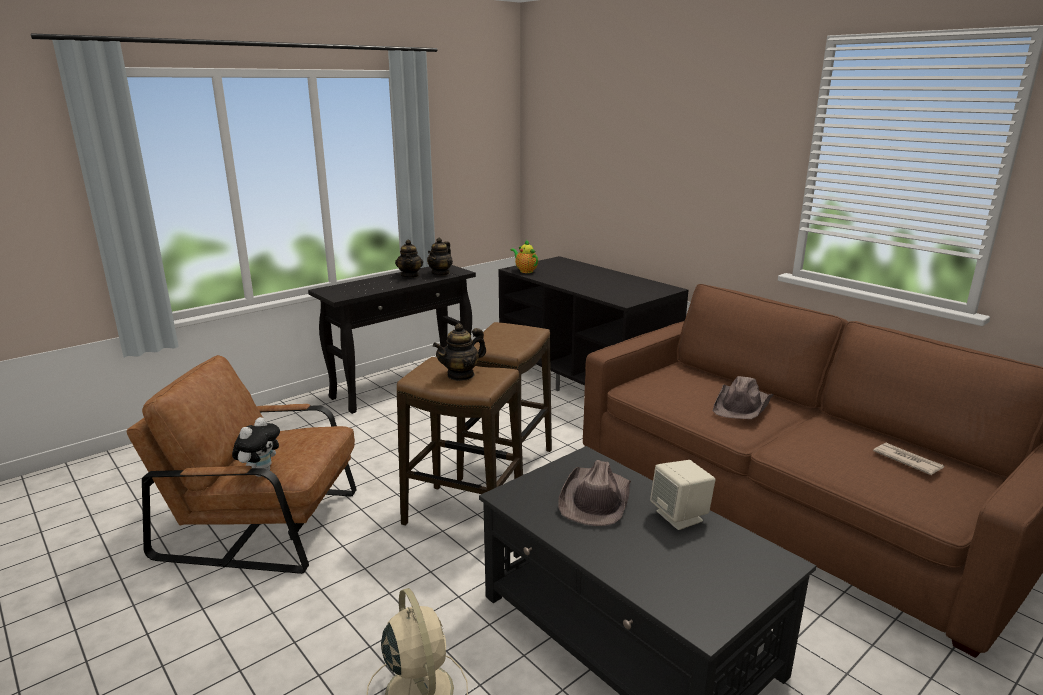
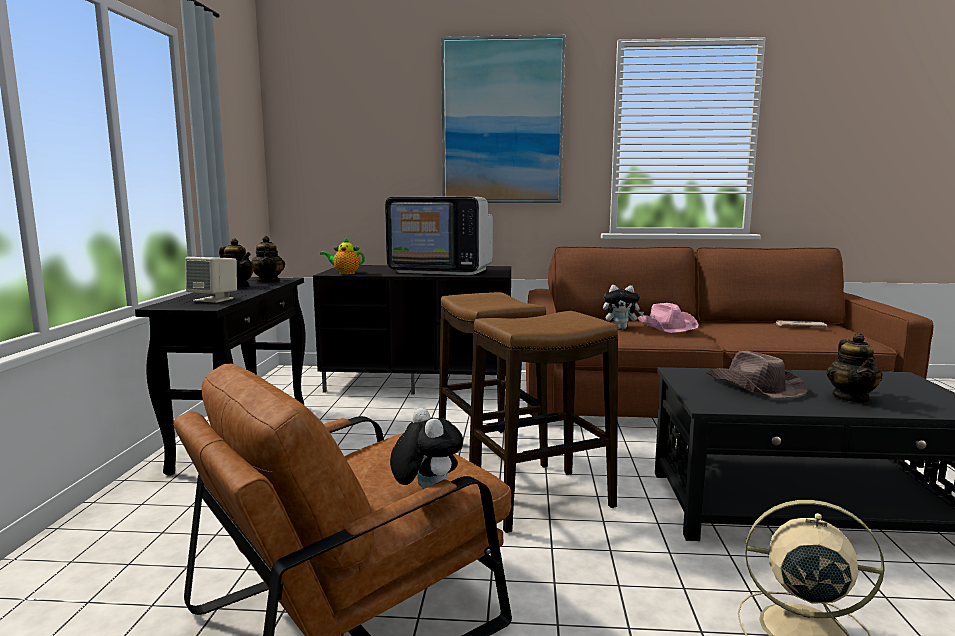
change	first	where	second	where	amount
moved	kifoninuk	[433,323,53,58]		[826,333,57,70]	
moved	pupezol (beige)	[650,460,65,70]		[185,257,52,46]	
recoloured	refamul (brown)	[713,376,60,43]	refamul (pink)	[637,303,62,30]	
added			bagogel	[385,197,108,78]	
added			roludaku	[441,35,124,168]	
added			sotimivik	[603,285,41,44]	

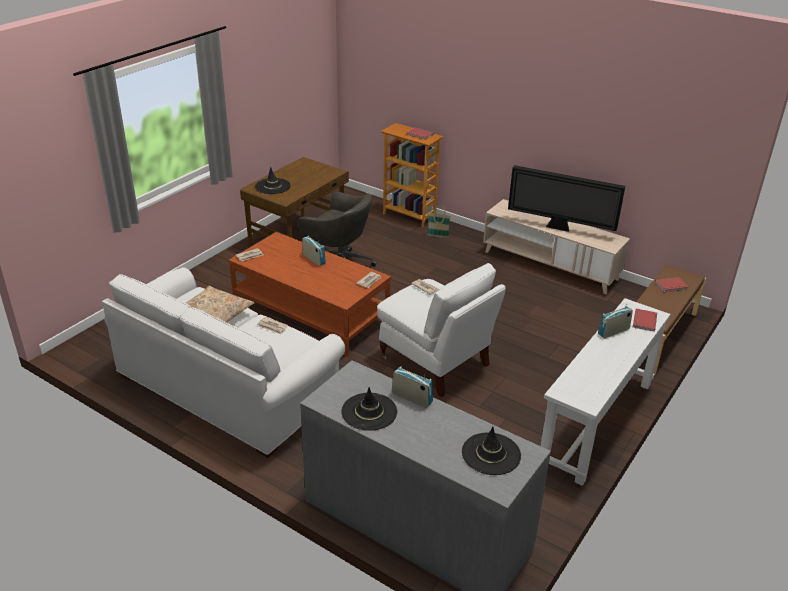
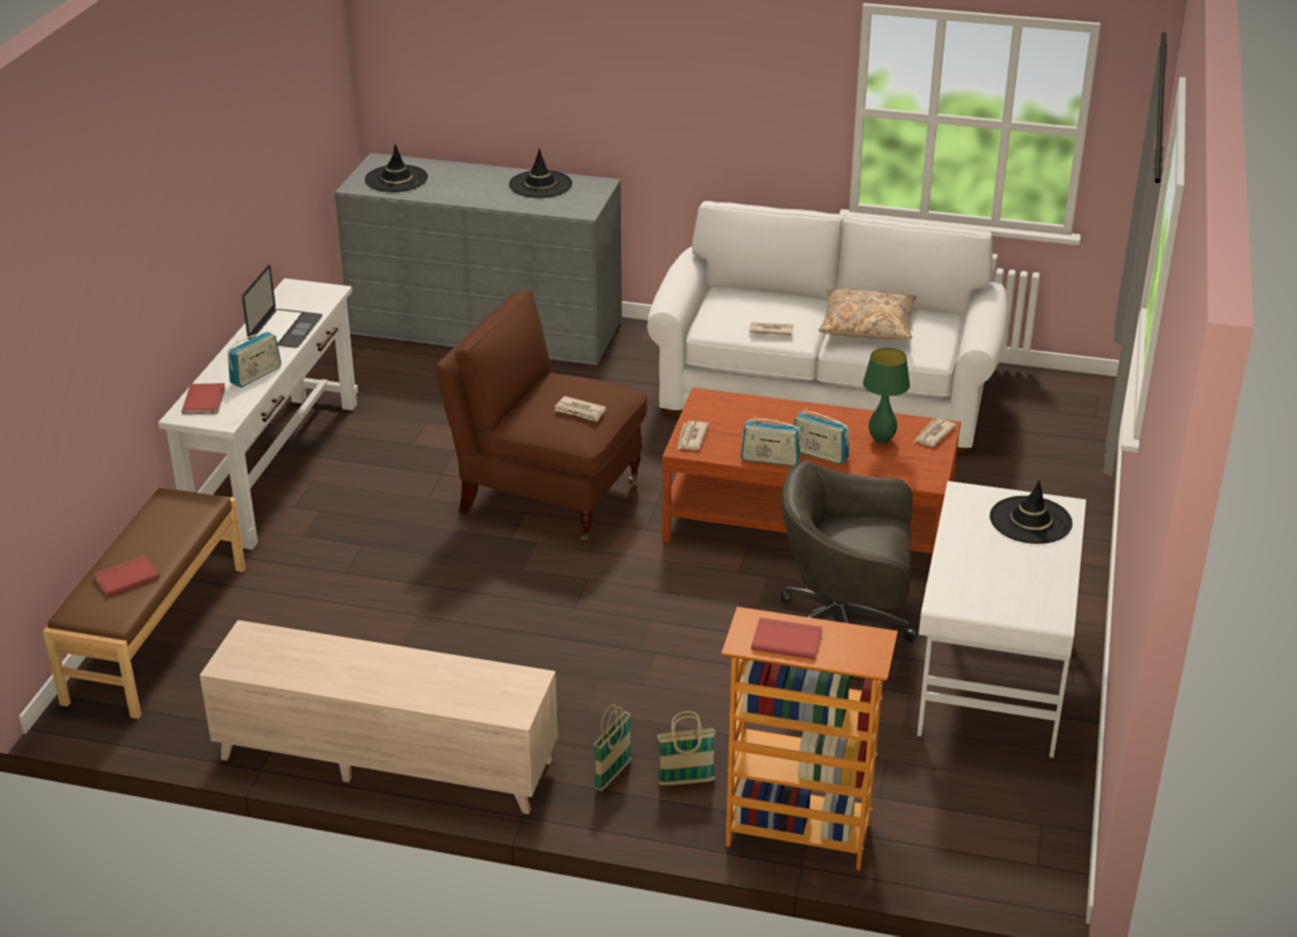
change	first	where	second	where	amount
recoloured	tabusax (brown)	[240,157,109,91]	tabusax (white)	[917,481,169,277]	
recoloured	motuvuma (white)	[377,263,129,134]	motuvuma (brown)	[435,291,212,250]	
moved	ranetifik	[392,367,41,41]		[741,416,60,50]	
removed	bagogel	[508,165,117,67]			
added			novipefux	[242,264,81,84]	
added			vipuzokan	[593,704,38,87]	
added			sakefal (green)	[863,348,47,96]	

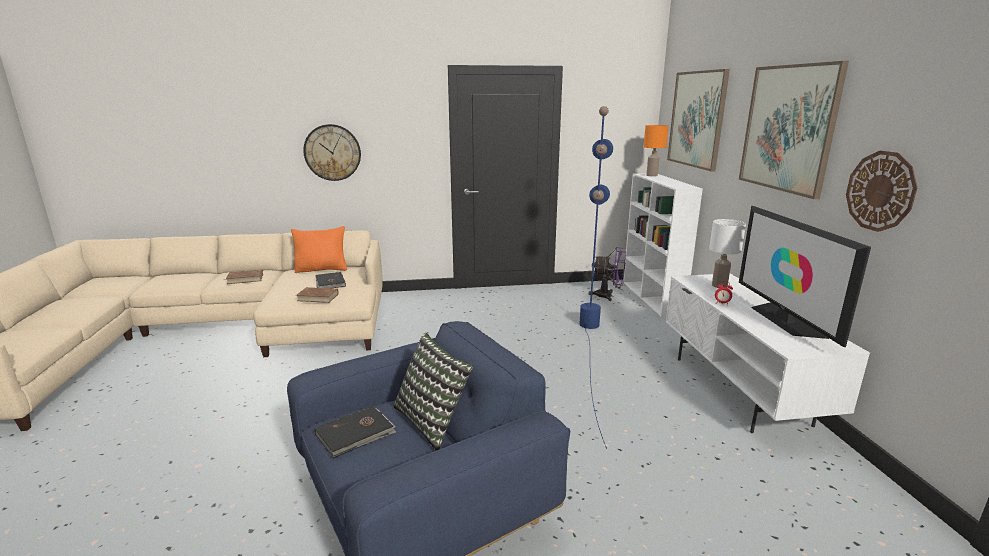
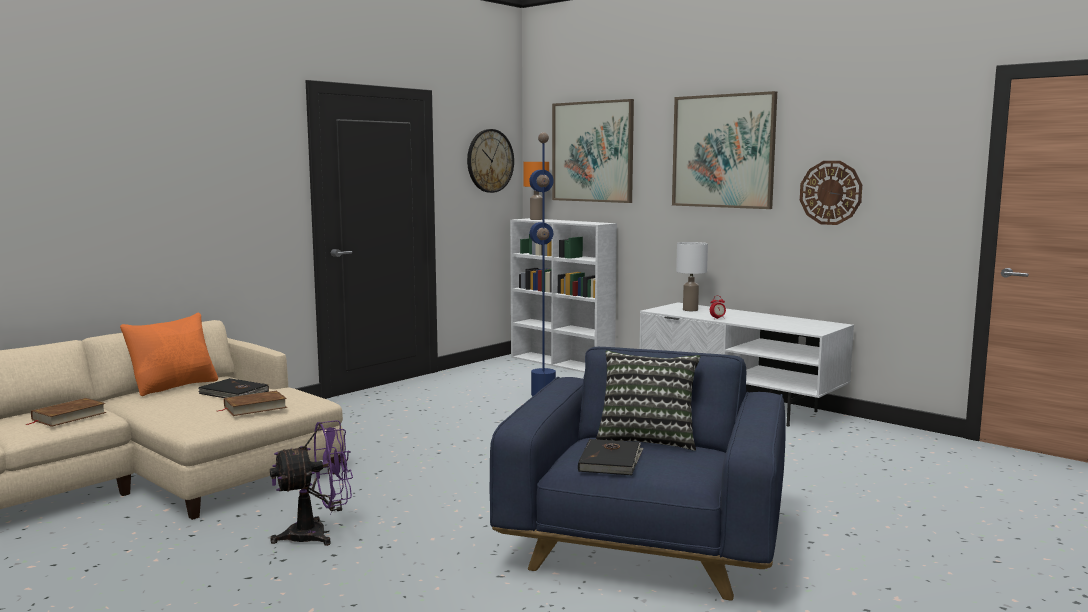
change	first	where	second	where	amount
moved	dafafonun	[303,124,58,57]		[467,129,47,64]	
moved	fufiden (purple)	[589,247,37,54]		[270,420,83,126]	
removed	bagogel	[739,206,132,141]			

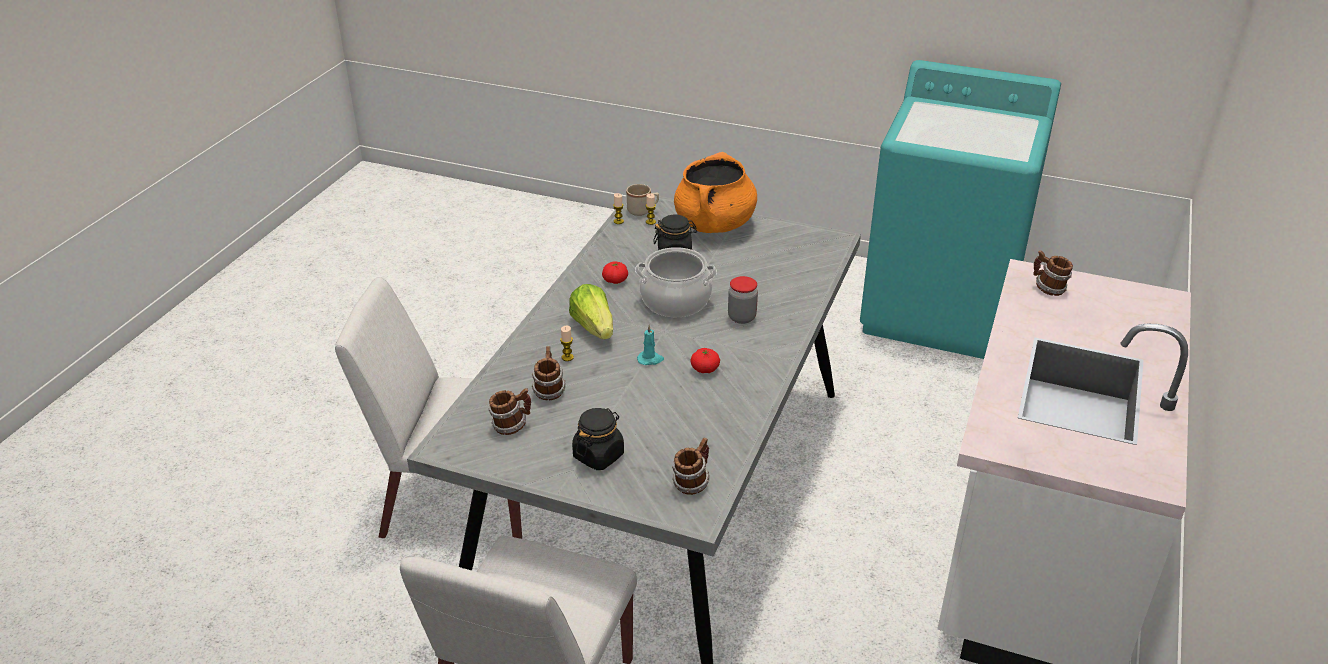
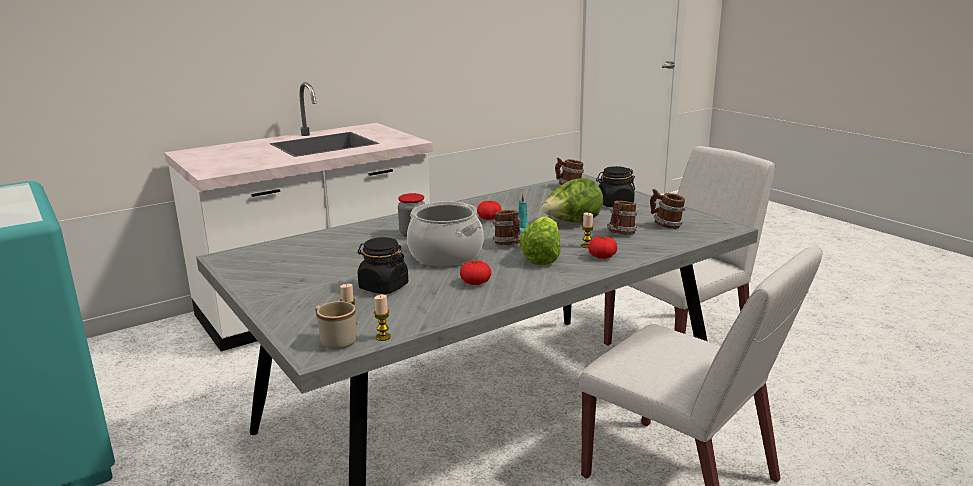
change	first	where	second	where	amount
removed	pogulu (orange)	[674,152,83,81]			
moved	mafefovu	[1033,250,40,46]		[493,210,29,35]	
added			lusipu	[542,178,61,45]	
added			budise	[588,236,29,23]	

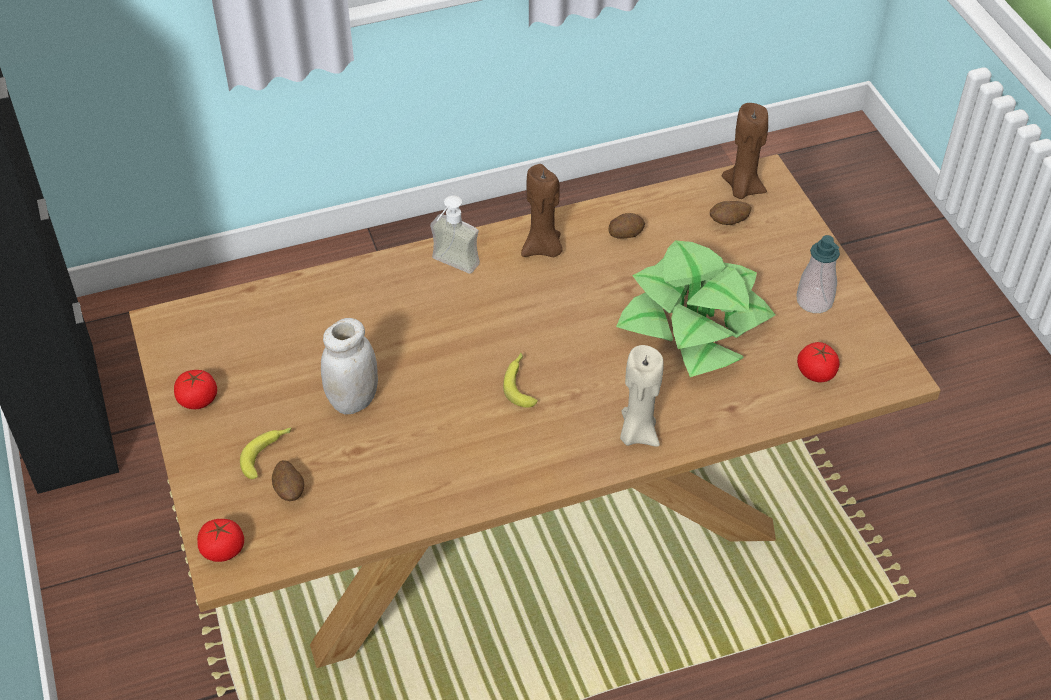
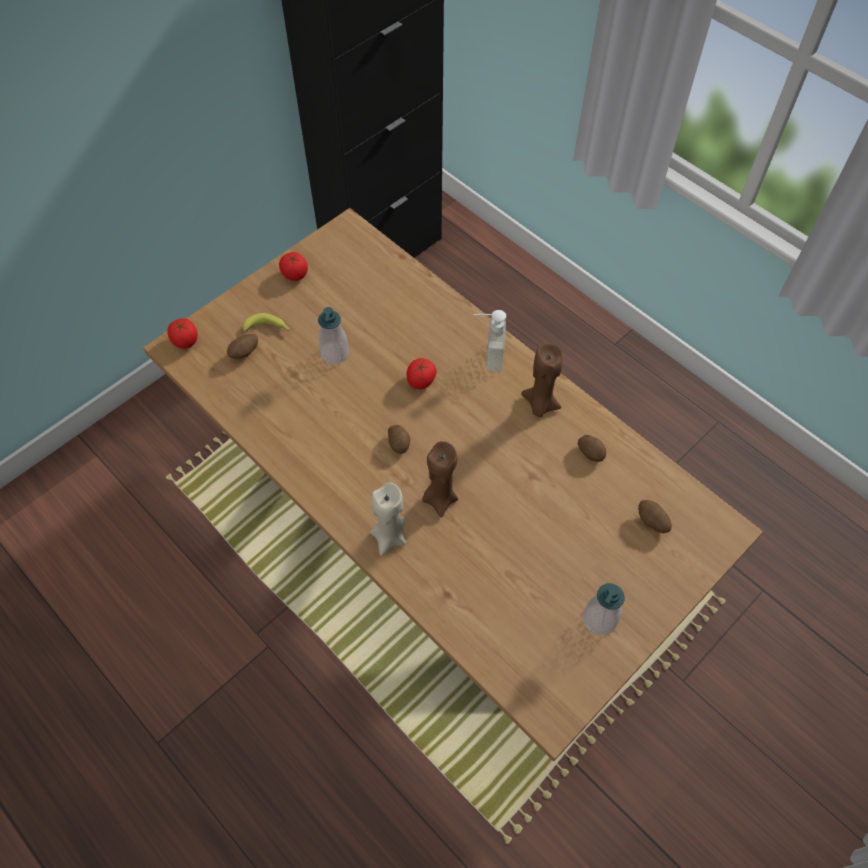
change	first	where	second	where	amount
replaced	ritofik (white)	[321,318,57,97]	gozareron	[318,307,31,57]	
replaced	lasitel	[503,353,35,55]	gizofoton	[388,425,22,29]	
removed	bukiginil	[616,240,159,137]			
moved	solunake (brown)	[722,103,46,96]		[422,441,36,76]	
moved	budise	[797,342,43,40]		[406,358,31,31]	

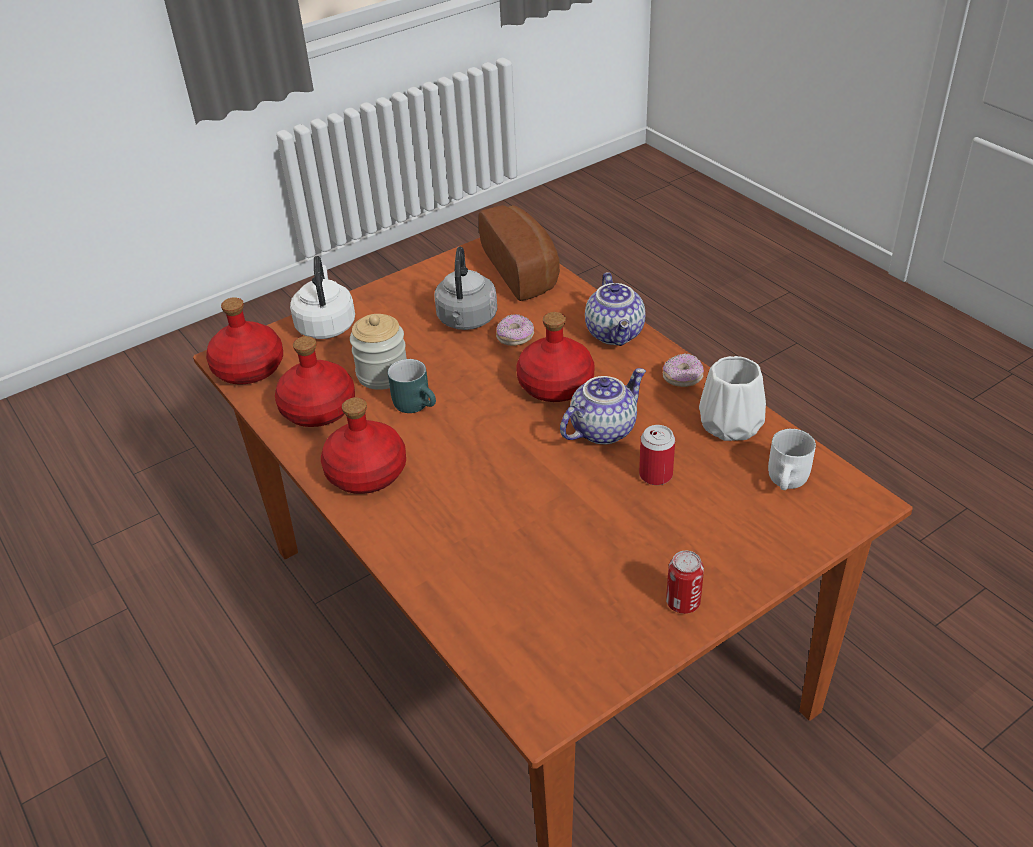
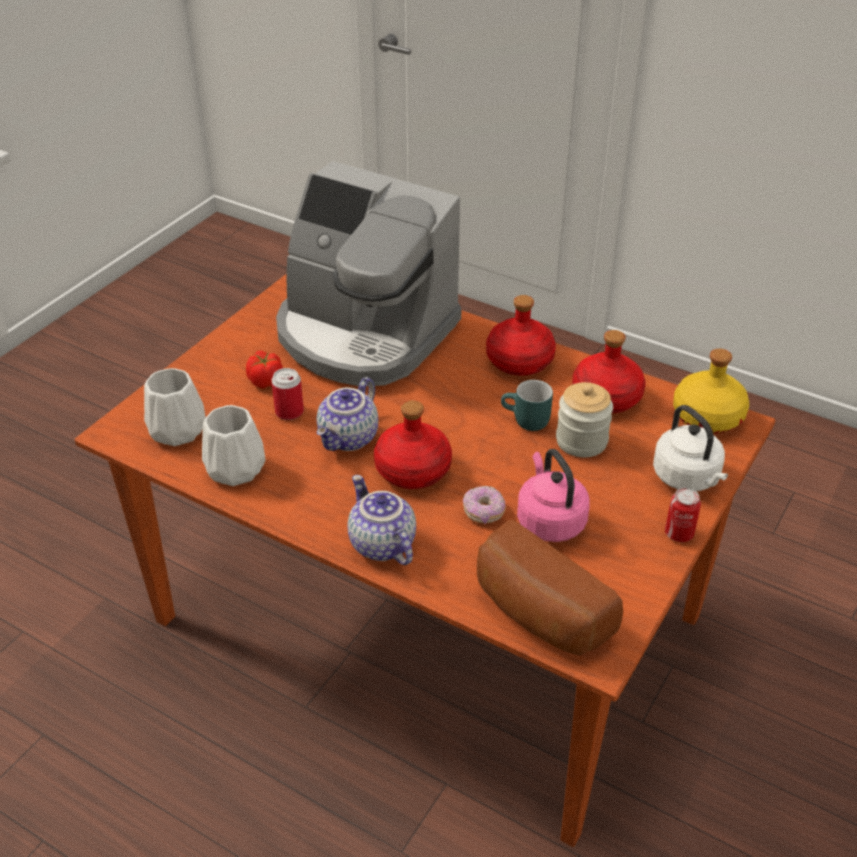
change	first	where	second	where	amount
recoloured	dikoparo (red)	[206,297,77,87]	dikoparo (yellow)	[673,349,76,84]	
recoloured	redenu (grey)	[434,247,63,83]	redenu (pink)	[517,449,73,93]	
removed	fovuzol	[663,353,41,34]			
moved	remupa	[666,551,38,63]		[665,488,36,54]	
replaced	mafefovu (white)	[768,429,48,61]	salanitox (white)	[144,368,62,78]	
added			budise	[246,351,37,38]	
added			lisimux	[276,161,186,225]	

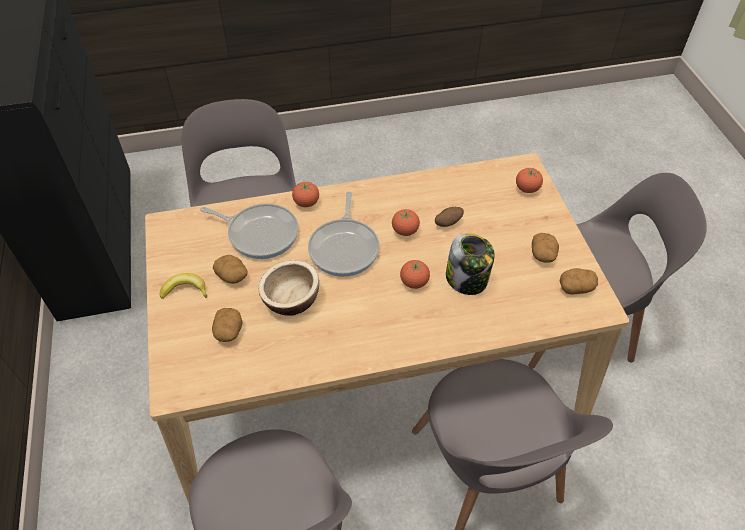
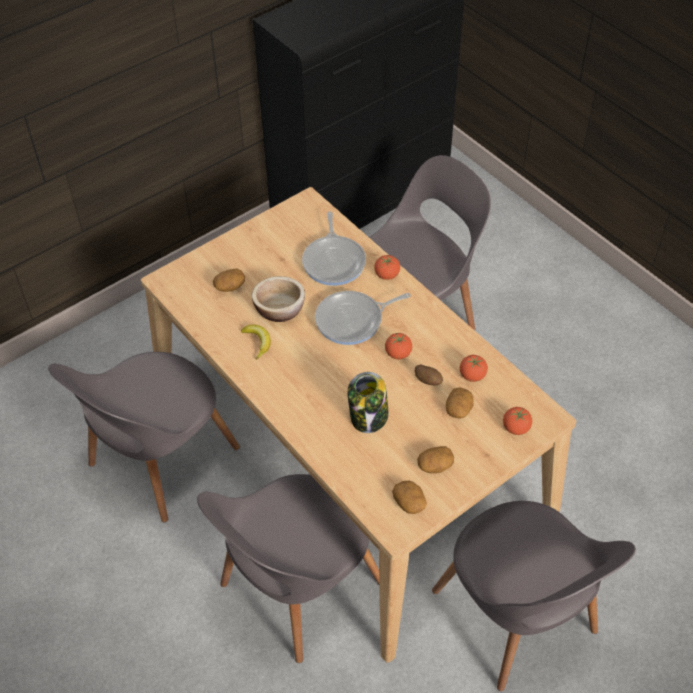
change	first	where	second	where	amount
moved	lasitel	[160,273,47,25]		[241,325,30,35]	
moved	gizofoton	[213,255,35,29]		[446,387,28,31]	
moved	budise	[400,260,30,29]		[460,355,28,27]	

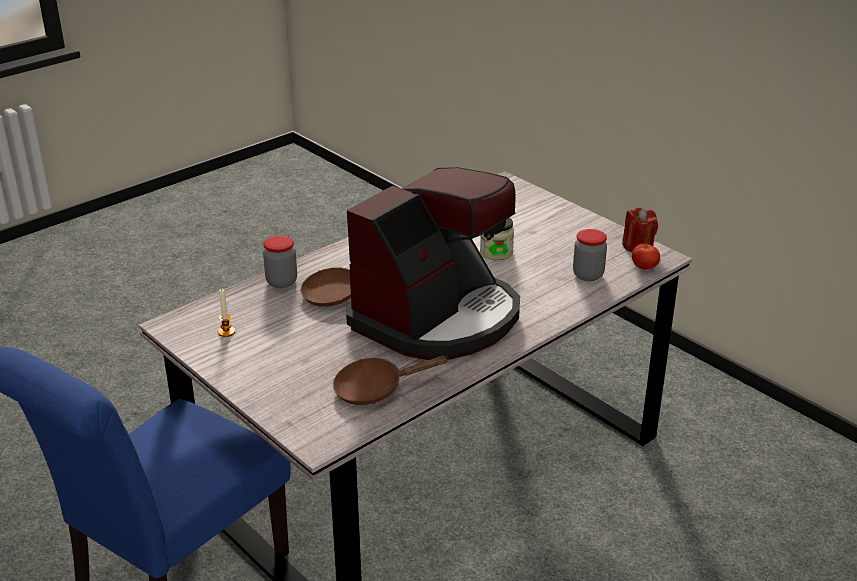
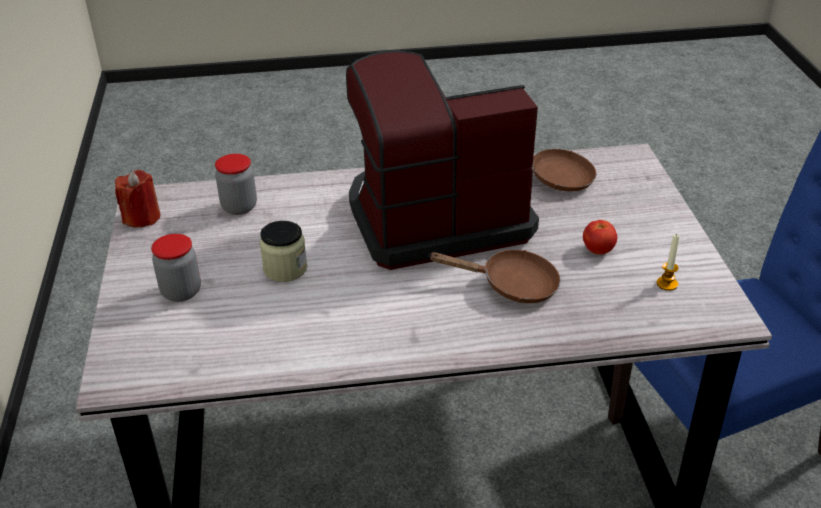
change	first	where	second	where	amount
moved	ritofik	[263,235,34,53]		[151,234,50,68]	
moved	budise	[632,243,28,27]		[583,220,34,35]	

